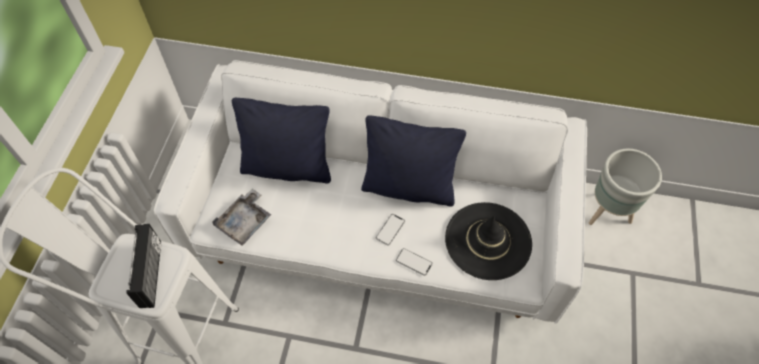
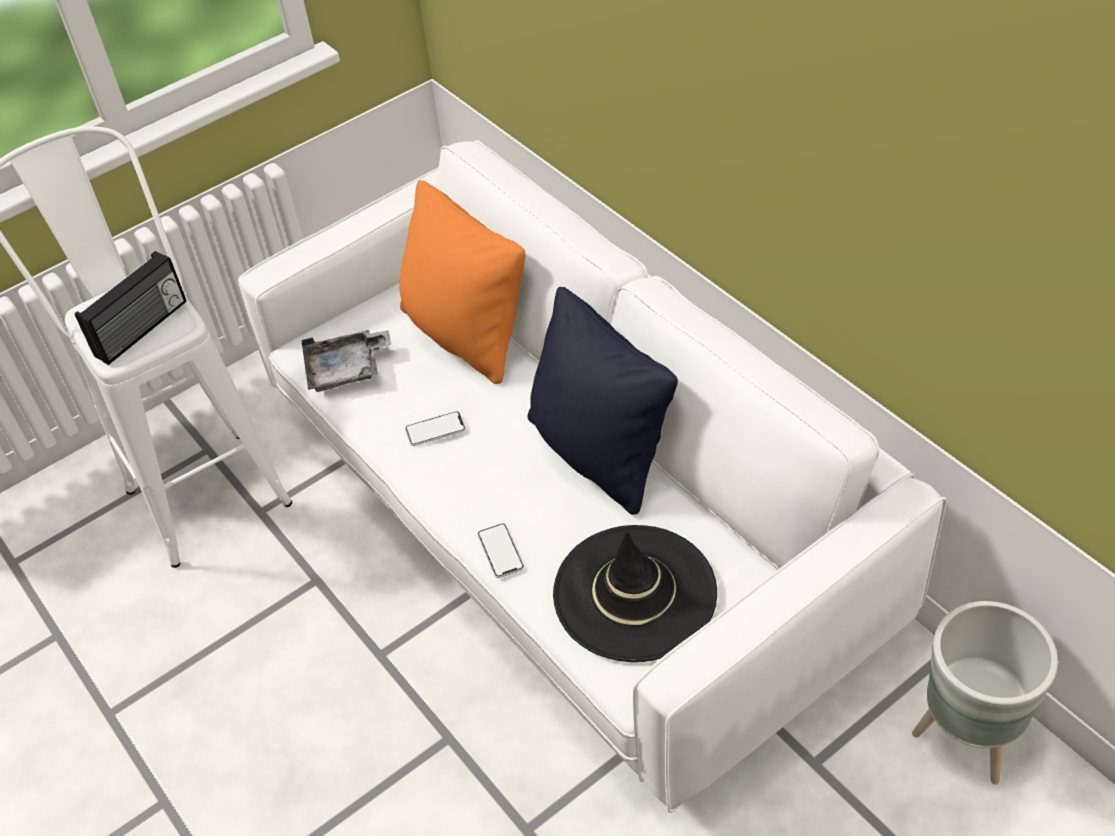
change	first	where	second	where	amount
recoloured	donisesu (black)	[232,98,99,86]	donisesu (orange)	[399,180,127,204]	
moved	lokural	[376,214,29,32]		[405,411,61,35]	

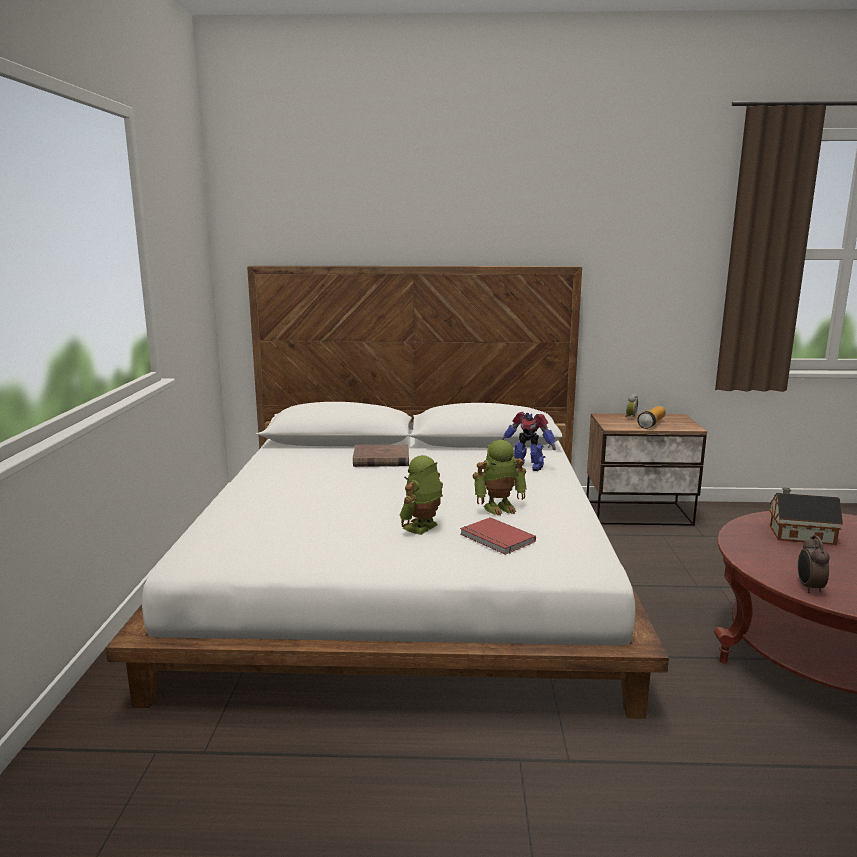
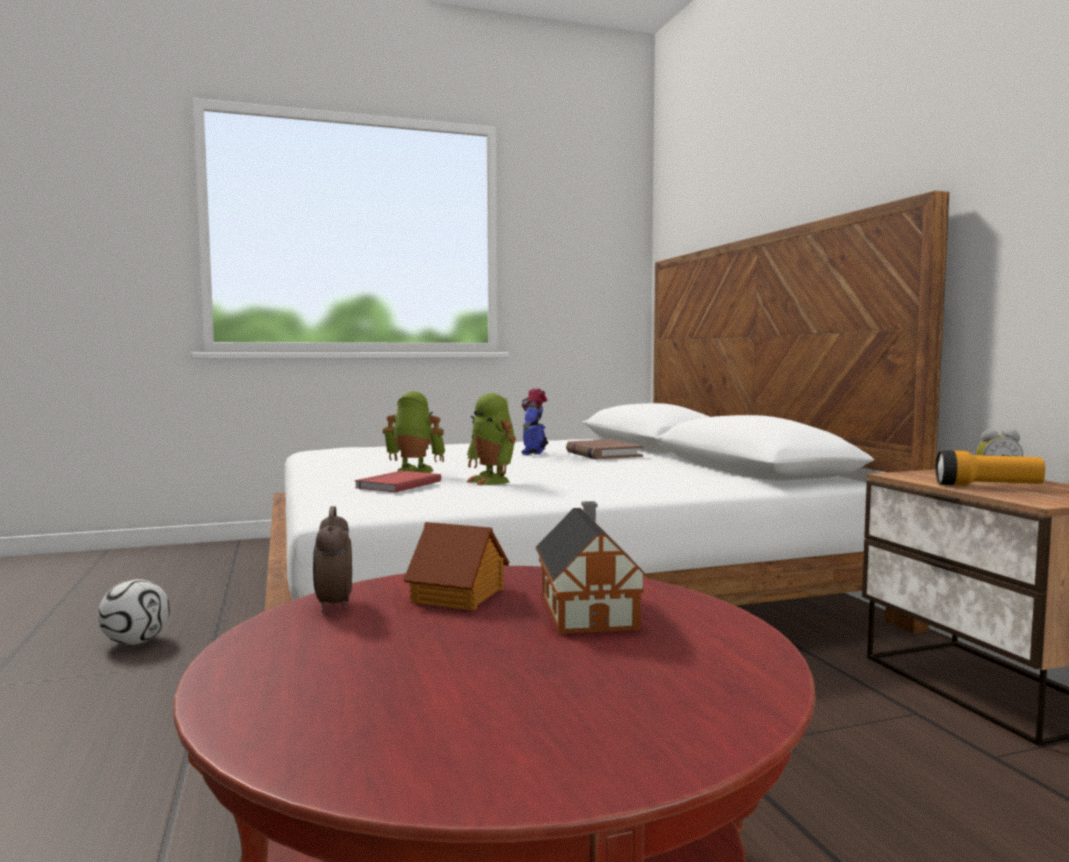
change	first	where	second	where	amount
moved	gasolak	[502,411,54,60]		[521,388,27,67]	
turned	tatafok	[798,535,32,58]		[313,506,39,107]	90 degrees counterclockwise
added			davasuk	[98,579,72,66]	
added			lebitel	[404,522,105,88]	

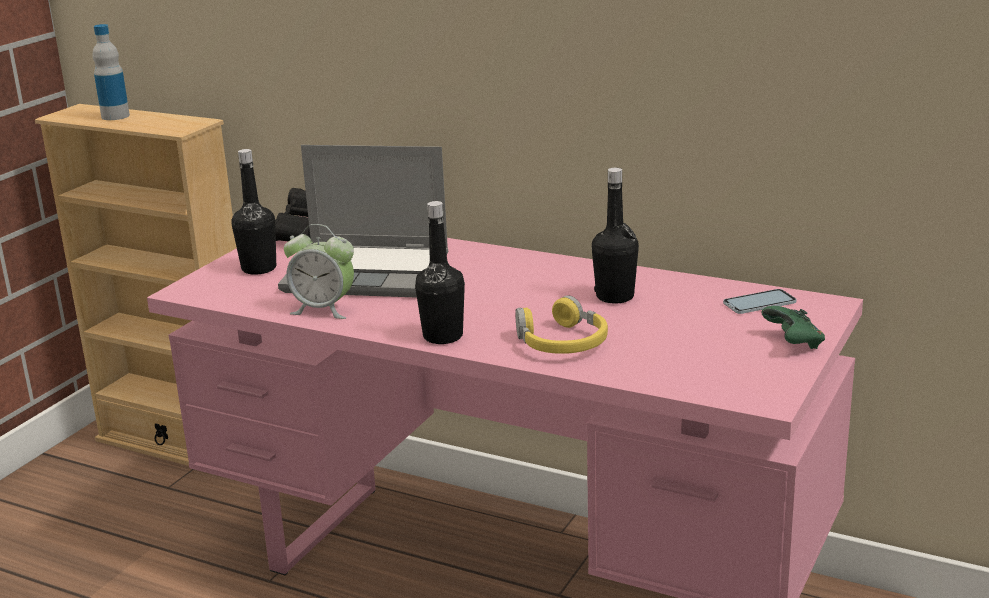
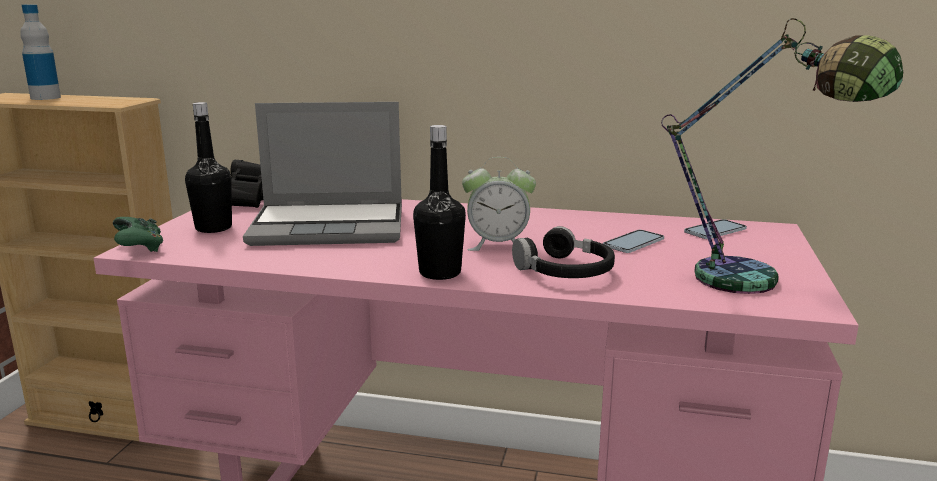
change	first	where	second	where	amount
moved	tatafok	[284,224,70,95]		[462,157,74,94]	
recoloured	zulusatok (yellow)	[515,295,93,59]	zulusatok (black)	[512,226,103,52]	
removed	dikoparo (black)	[592,168,47,136]			
moved	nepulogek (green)	[761,306,64,43]		[113,217,50,35]	
added			lokural	[603,230,61,23]	
added			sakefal	[661,18,242,276]	

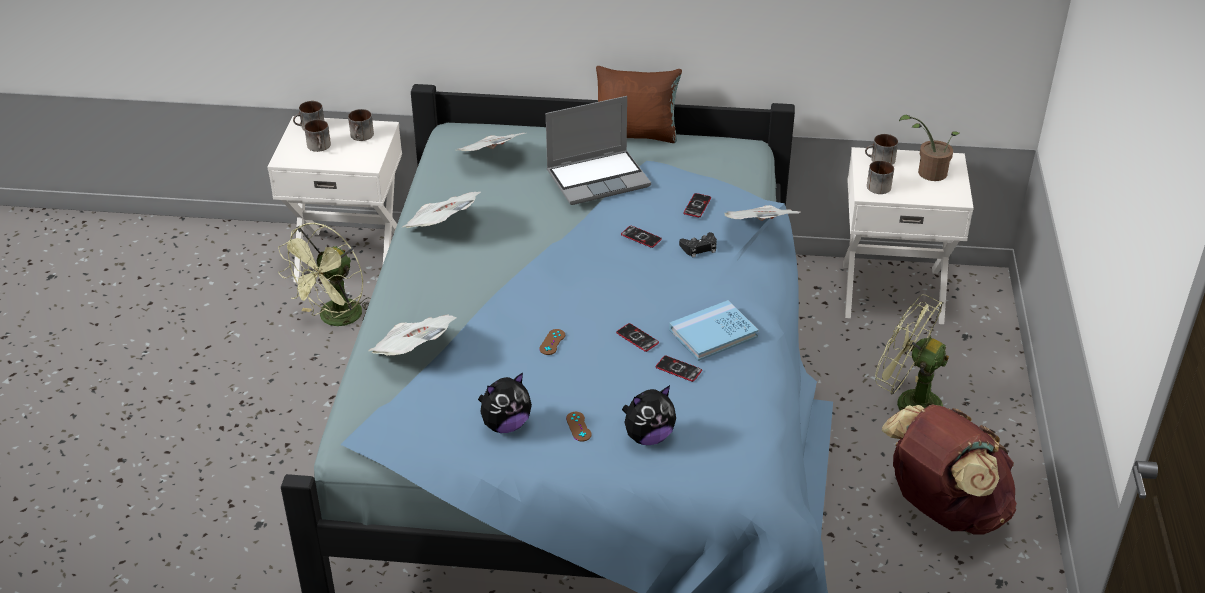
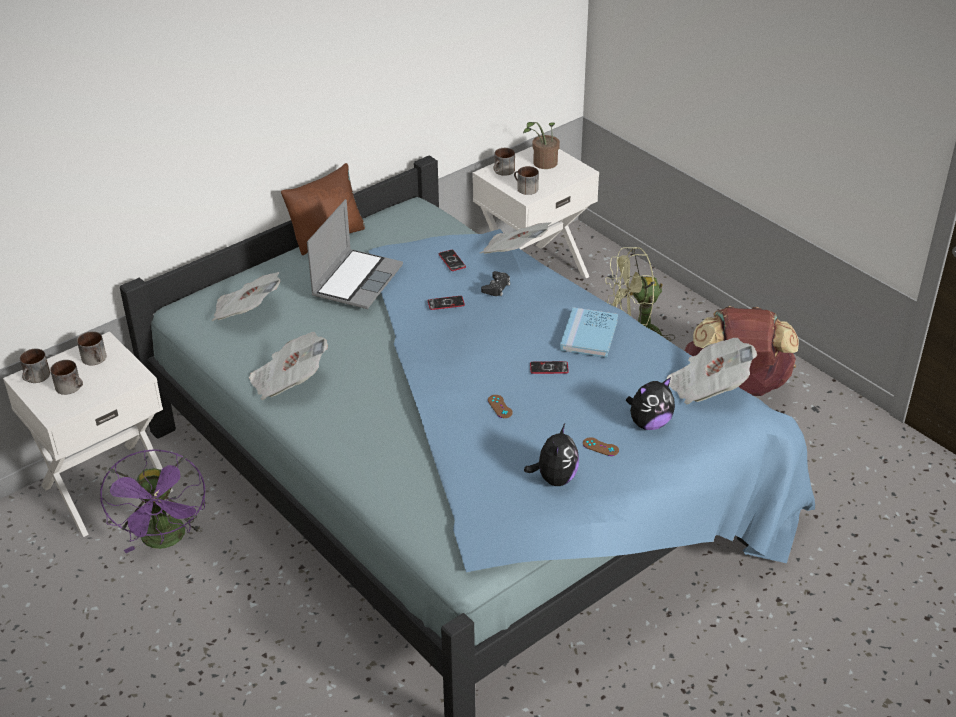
change	first	where	second	where	amount
recoloured	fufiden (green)	[278,223,93,103]	fufiden (purple)	[100,450,105,103]	
moved	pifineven	[369,315,88,41]		[666,338,91,66]	
turned	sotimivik	[622,385,54,60]		[626,377,49,53]	45 degrees clockwise
removed	lokural	[656,356,46,26]			

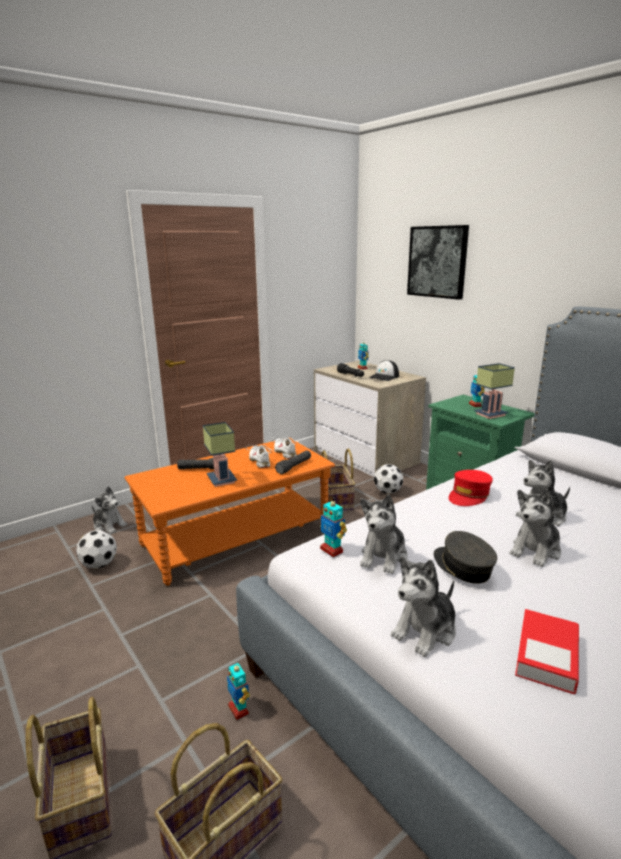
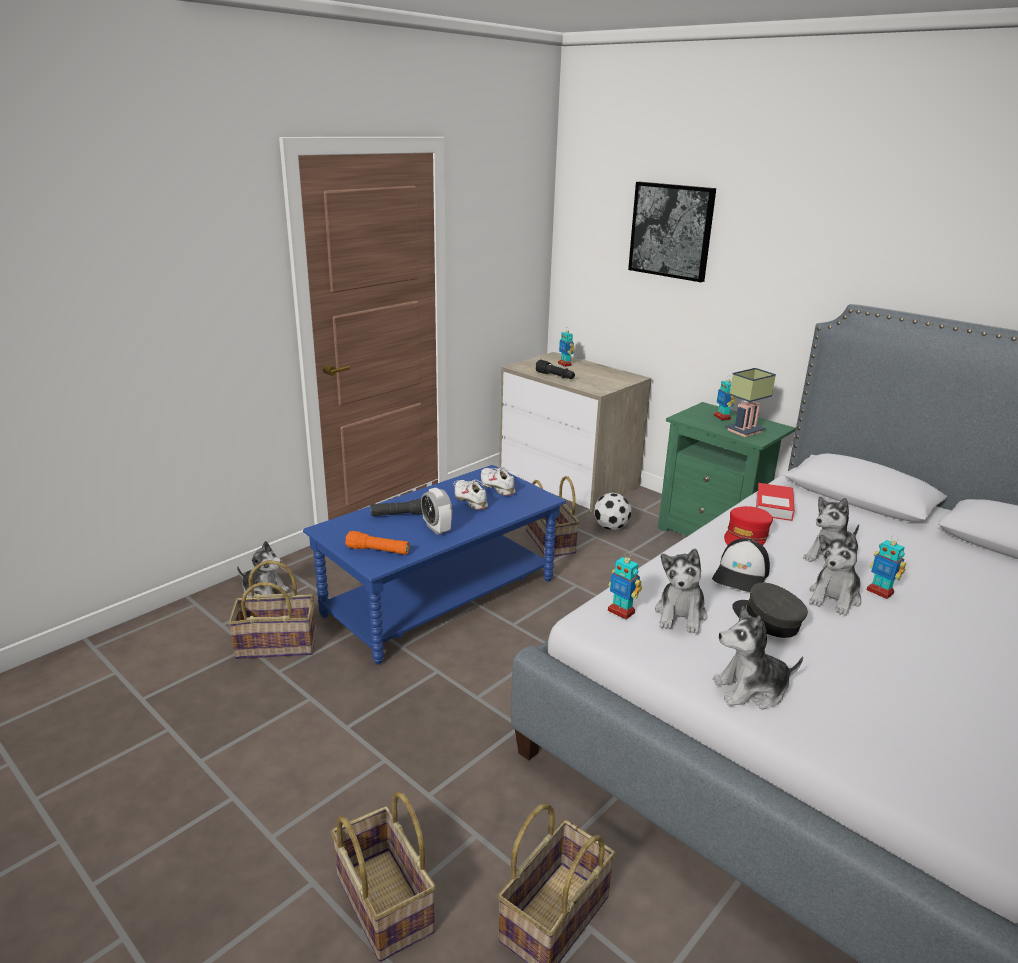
change	first	where	second	where	amount
replaced	davasuk	[76,530,41,38]	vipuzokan	[228,560,88,99]	
recoloured	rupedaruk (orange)	[125,438,210,148]	rupedaruk (blue)	[303,465,263,199]	
replaced	sakefal	[203,422,34,65]	tatafok	[421,488,31,47]	
moved	gasolak	[227,661,23,59]		[867,535,39,64]	
removed	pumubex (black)	[275,451,36,23]			
moved	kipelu	[369,360,30,21]		[712,538,58,54]	
turned	sotimivik	[391,556,65,101]		[713,606,90,103]	45 degrees clockwise
moved	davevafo	[515,609,64,85]		[756,483,39,38]	
added			pumubex (orange)	[345,531,65,24]	

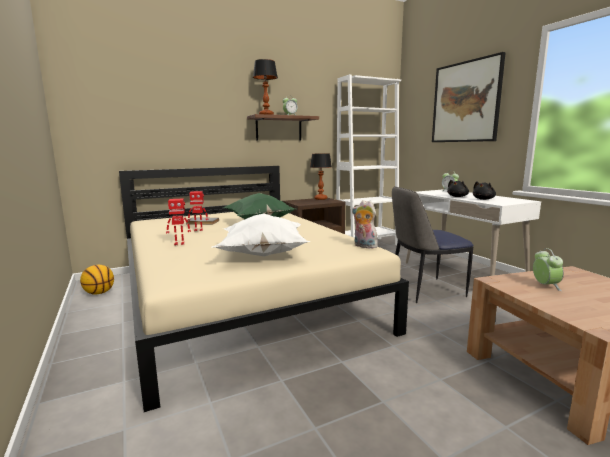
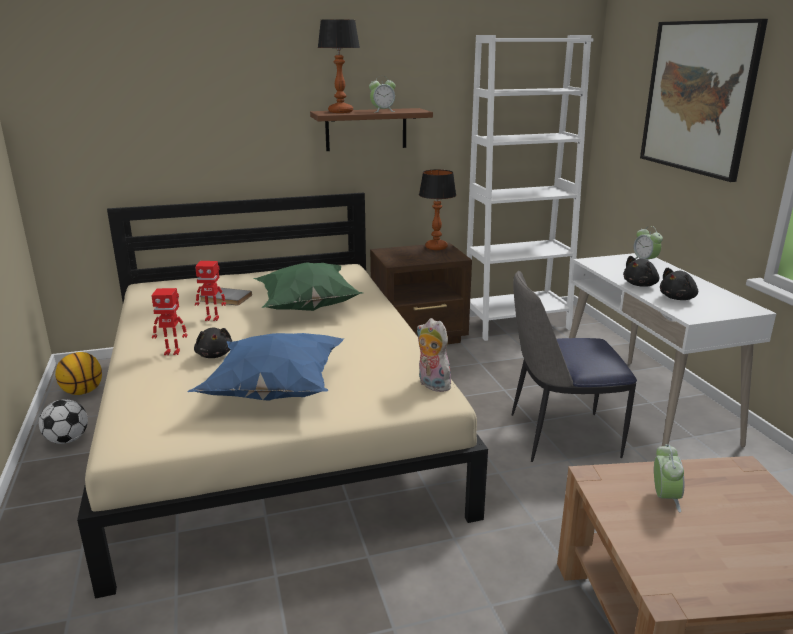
change	first	where	second	where	amount
recoloured	donisesu (white)	[212,214,98,42]	donisesu (blue)	[187,333,157,68]	
added			davasuk	[39,399,49,45]	
added			sotimivik (black)	[194,328,38,30]	

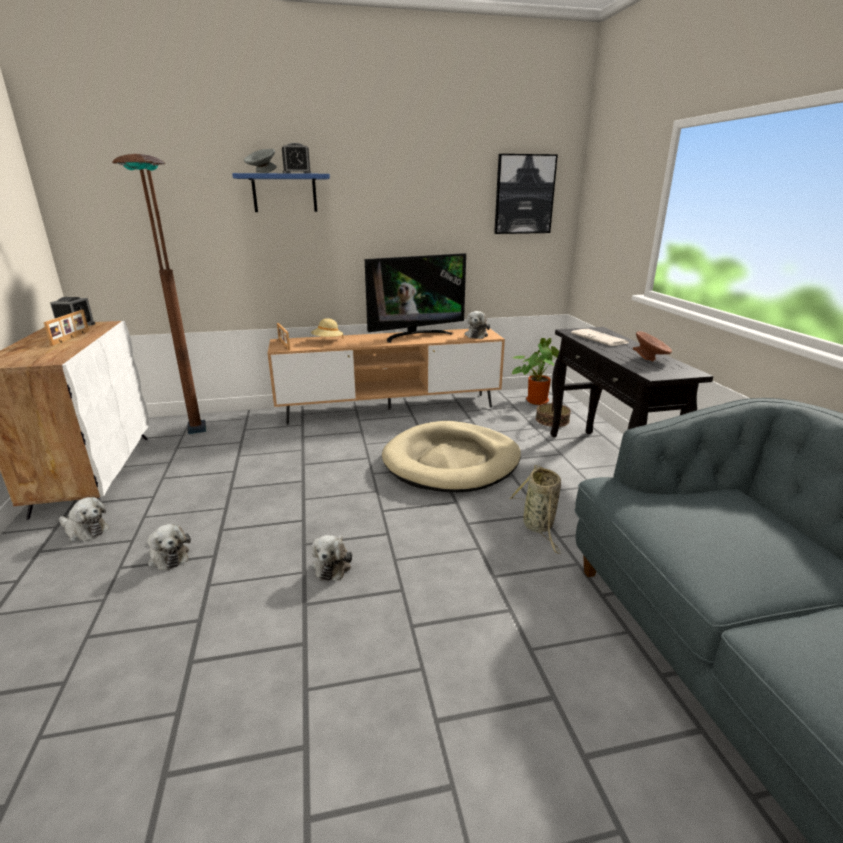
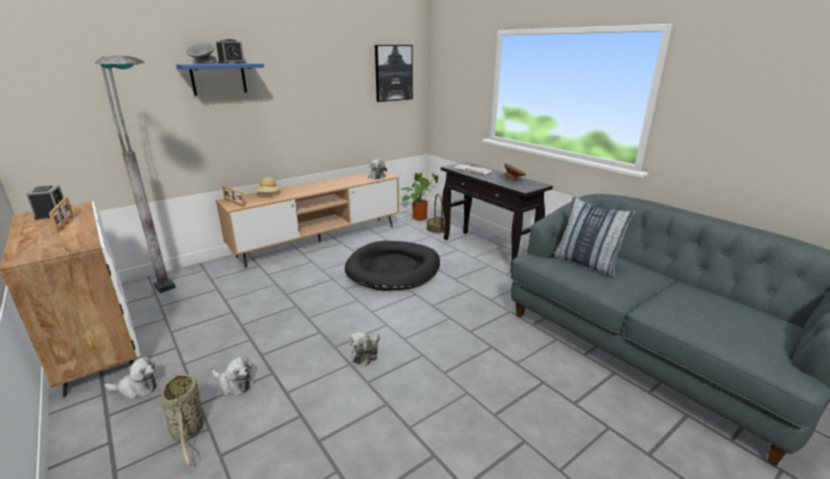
change	first	where	second	where	amount
recoloured	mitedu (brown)	[112,154,94,280]	mitedu (grey)	[95,55,81,238]	
turned	sotimivik	[312,535,40,46]		[349,332,31,34]	45 degrees clockwise
removed	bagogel	[365,253,101,90]			
recoloured	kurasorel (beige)	[382,421,139,71]	kurasorel (black)	[345,241,95,50]	
moved	vipuzokan	[509,465,52,89]		[160,372,44,95]	
added			donisesu	[554,196,82,81]	

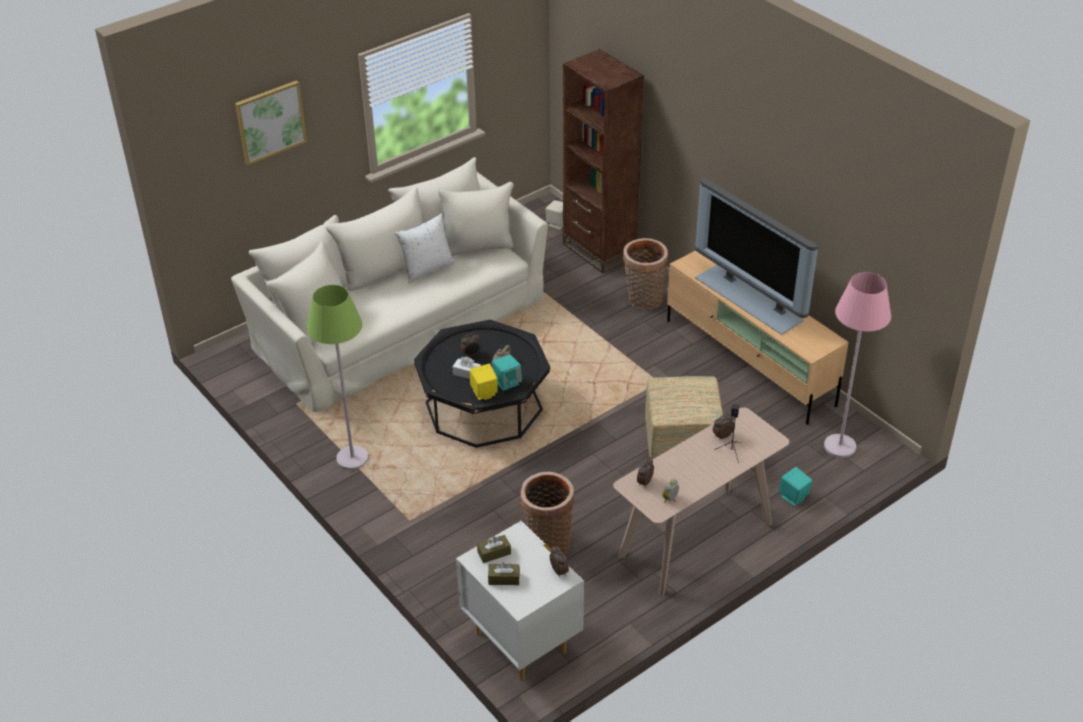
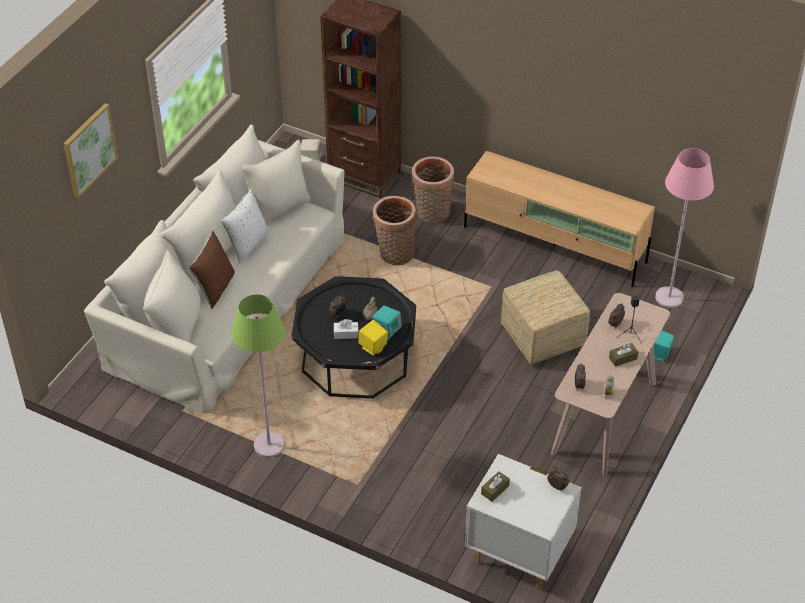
change	first	where	second	where	amount
moved	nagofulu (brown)	[488,562,32,23]		[609,343,29,24]	
moved	vipuzokan	[521,472,53,82]		[373,196,44,69]	
removed	bagogel	[695,177,123,158]			
added			donisesu (brown)	[189,231,46,78]	

